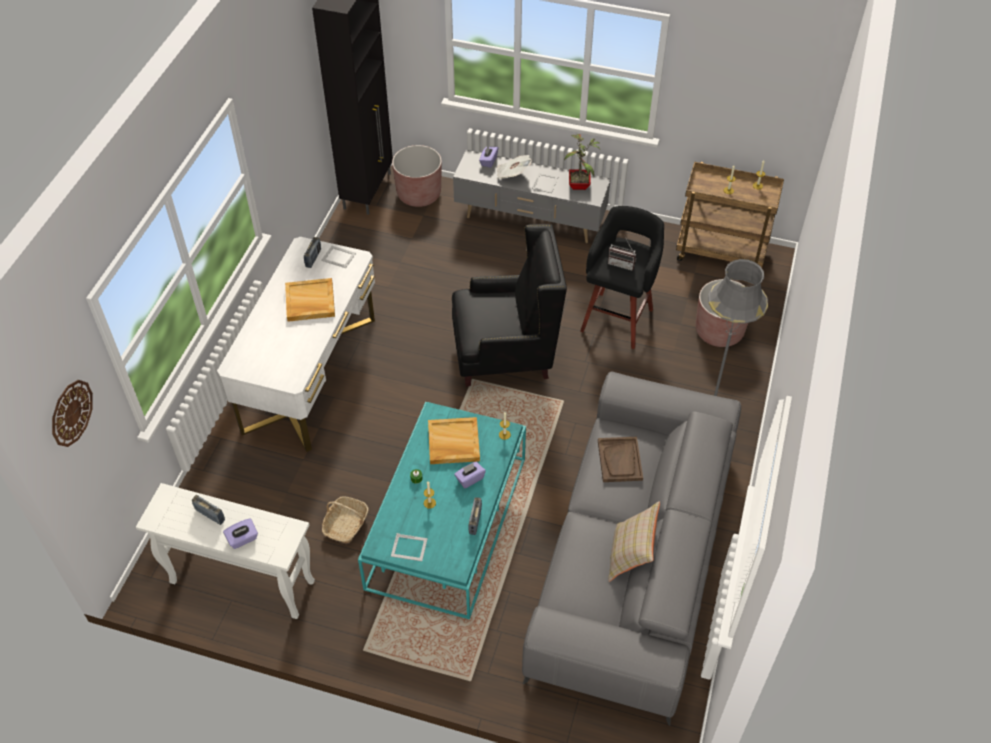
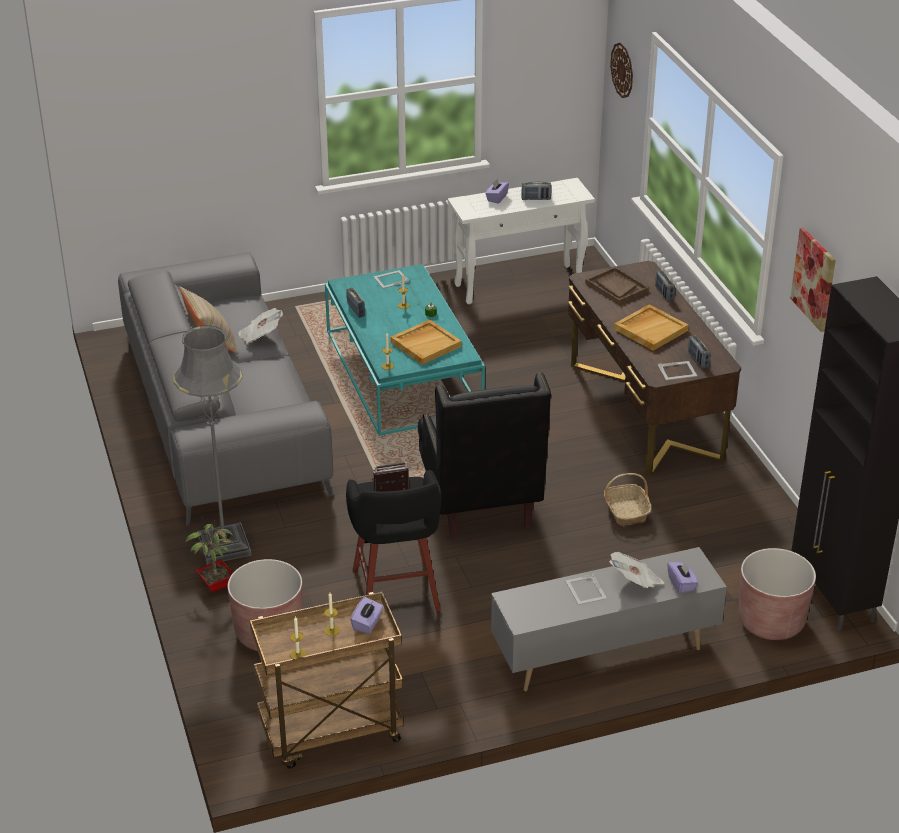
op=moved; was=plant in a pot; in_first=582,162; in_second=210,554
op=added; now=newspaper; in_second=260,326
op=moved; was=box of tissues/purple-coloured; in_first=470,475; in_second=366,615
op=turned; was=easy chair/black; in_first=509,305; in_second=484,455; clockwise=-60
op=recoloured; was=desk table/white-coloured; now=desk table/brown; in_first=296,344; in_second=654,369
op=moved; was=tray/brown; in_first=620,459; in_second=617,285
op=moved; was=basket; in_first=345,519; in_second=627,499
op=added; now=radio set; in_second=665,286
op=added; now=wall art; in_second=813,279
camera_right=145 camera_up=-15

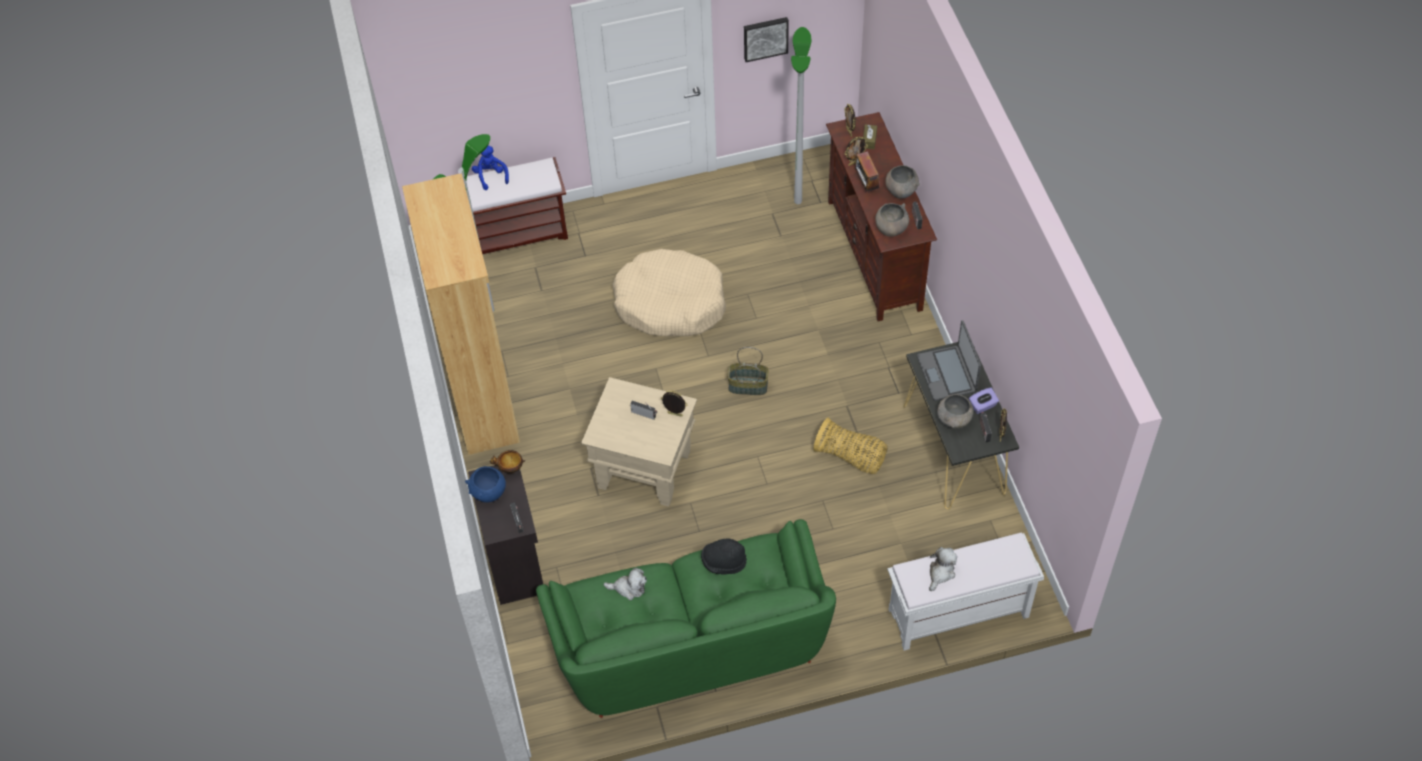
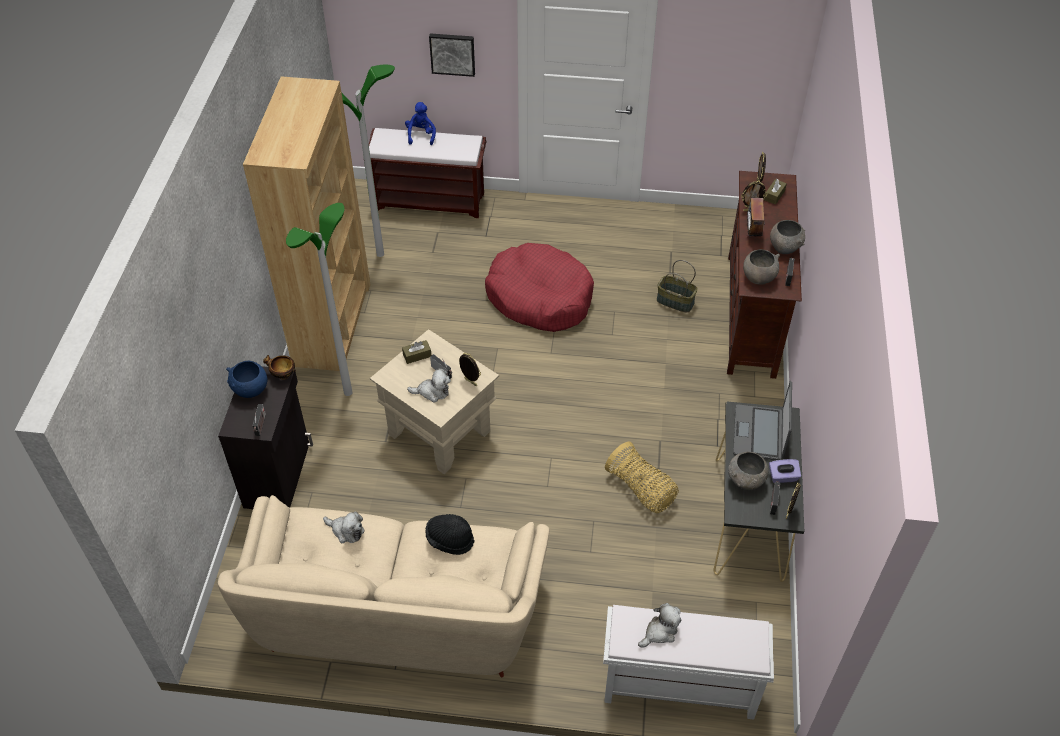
op=recoloured; was=settee/green-coloured; now=settee/beige-coloured; in_first=686,618; in_second=383,586
op=moved; was=standing lamp; in_first=801,115; in_second=319,299
op=added; now=box of tissues/brown; in_second=416,352
op=added; now=cuddly toy; in_second=429,385
op=moved; was=wall art; in_first=766,39; in_second=452,55
op=recoloured; was=pet bed/beige-coloured; now=pet bed/red; in_first=669,292; in_second=539,287
op=moved; was=basket; in_first=748,371; in_second=677,286
camera_right=20 camera_up=-5

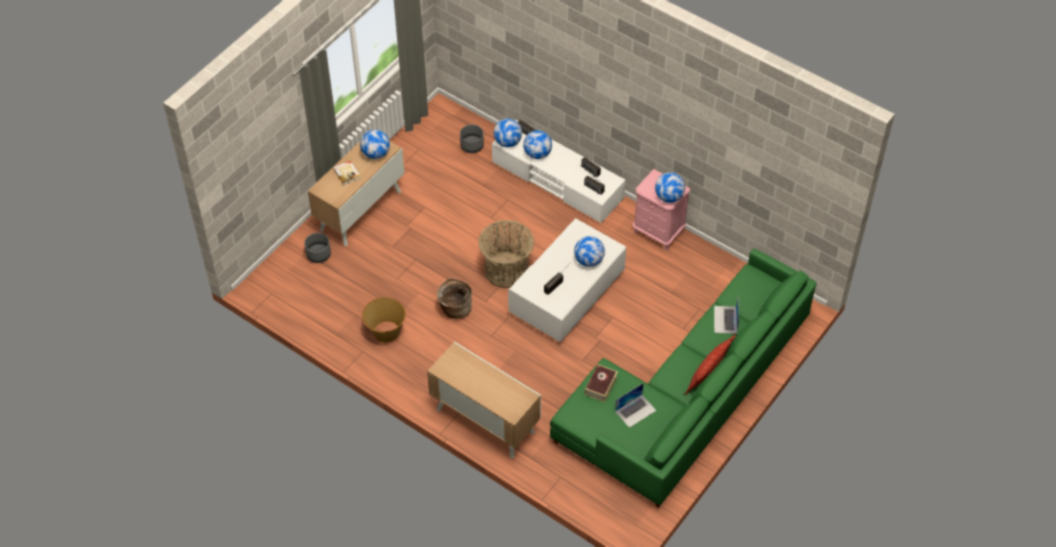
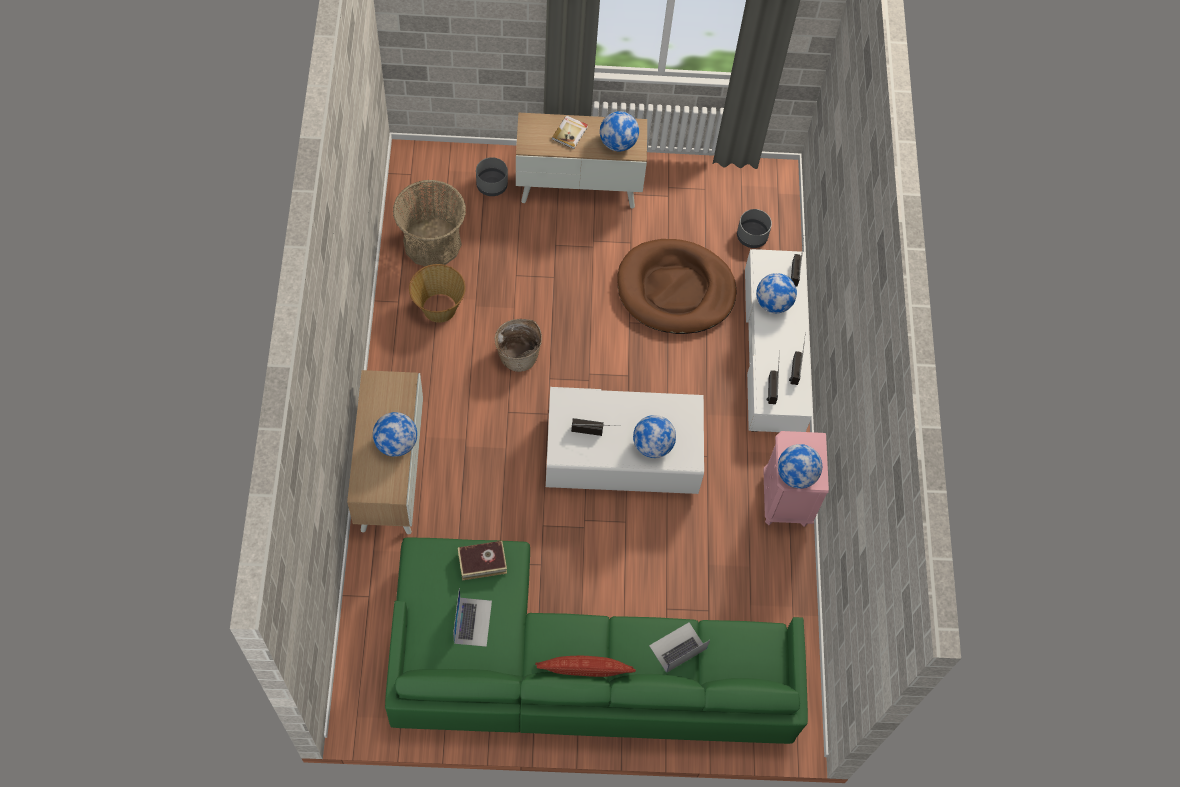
op=moved; was=globe; in_first=508,132; in_second=395,434
op=moved; was=basket; in_first=506,254; in_second=429,223
op=turned; was=portable computer; in_first=636,405; in_second=472,617; clockwise=-105
op=added; now=pet bed/brown; in_second=677,286
camera_right=50 camera_up=10

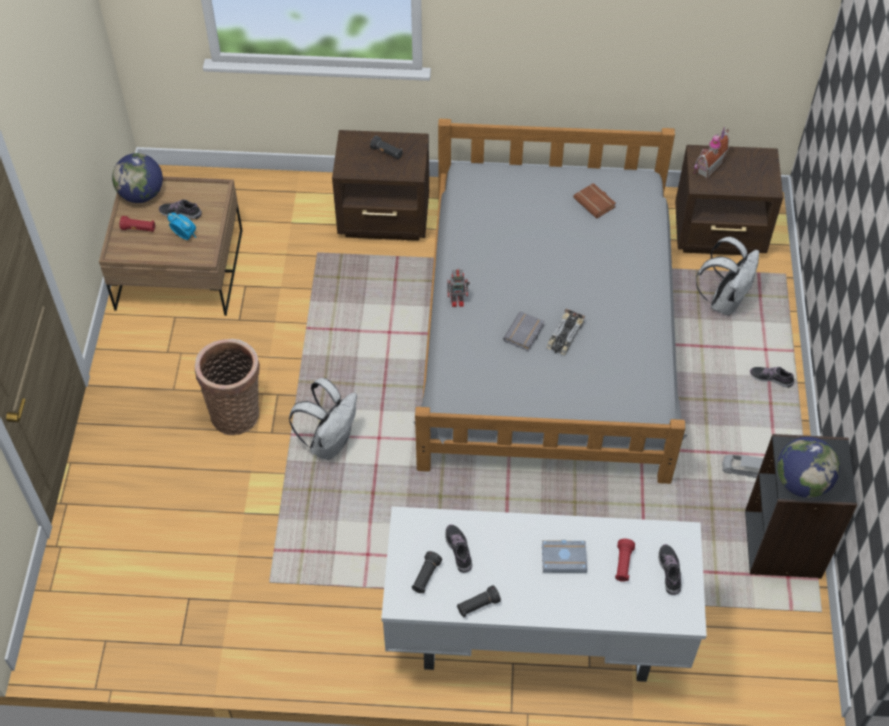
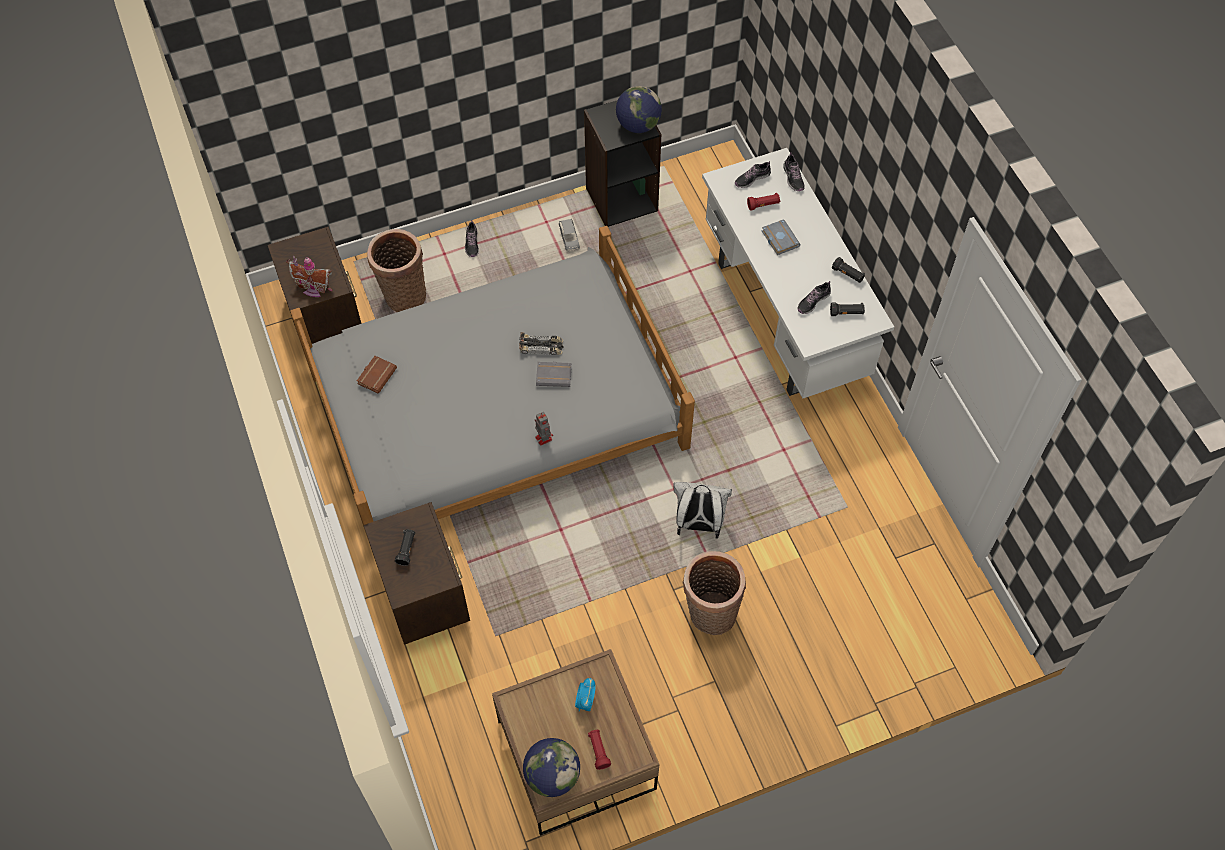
op=replaced; was=knapsack/white-coloured; now=basket; in_first=727,276; in_second=396,270
op=moved; was=item of footwear; in_first=180,209; in_second=794,172
camera_right=-115 camera_up=5

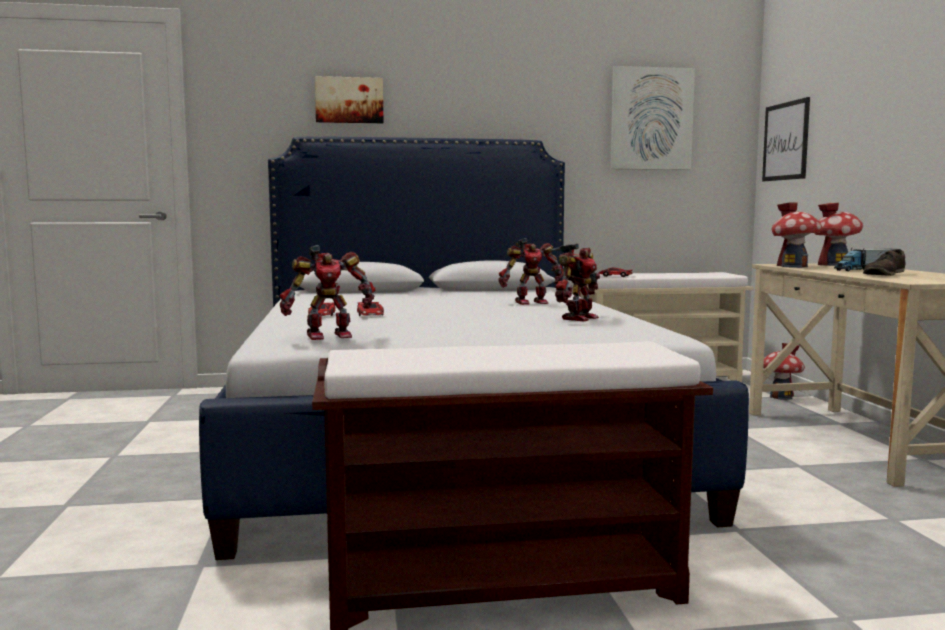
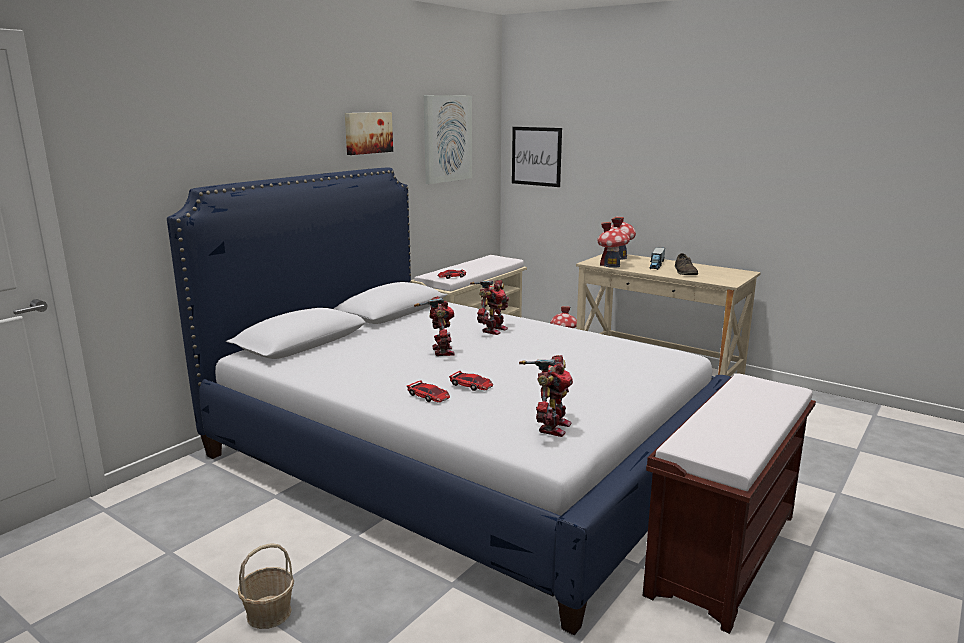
op=added; now=basket; in_second=266,586
op=moved; was=wall art; in_first=349,99; in_second=369,133
op=moved; was=robot figure; in_first=572,282; in_second=434,326
camera_right=-45 camera_up=10

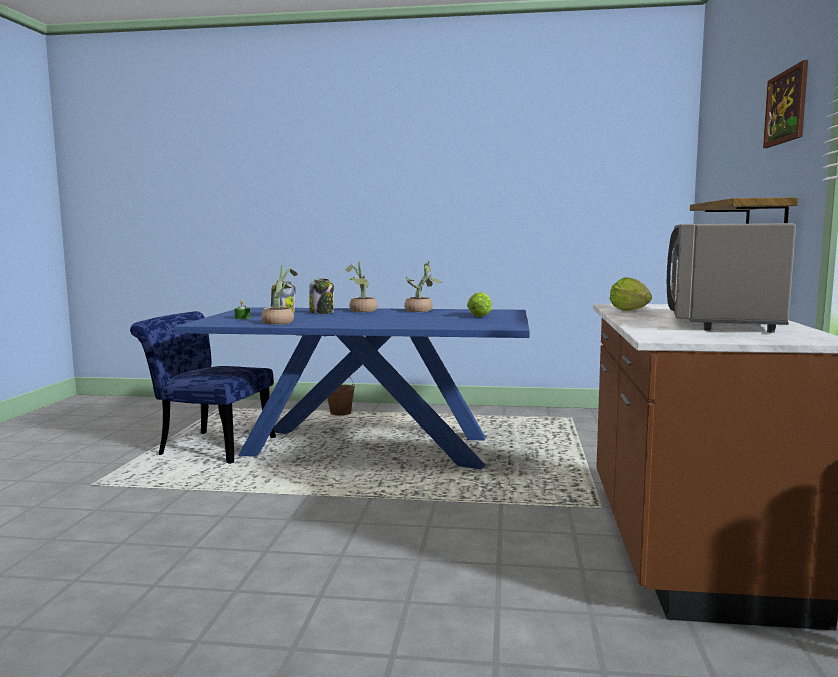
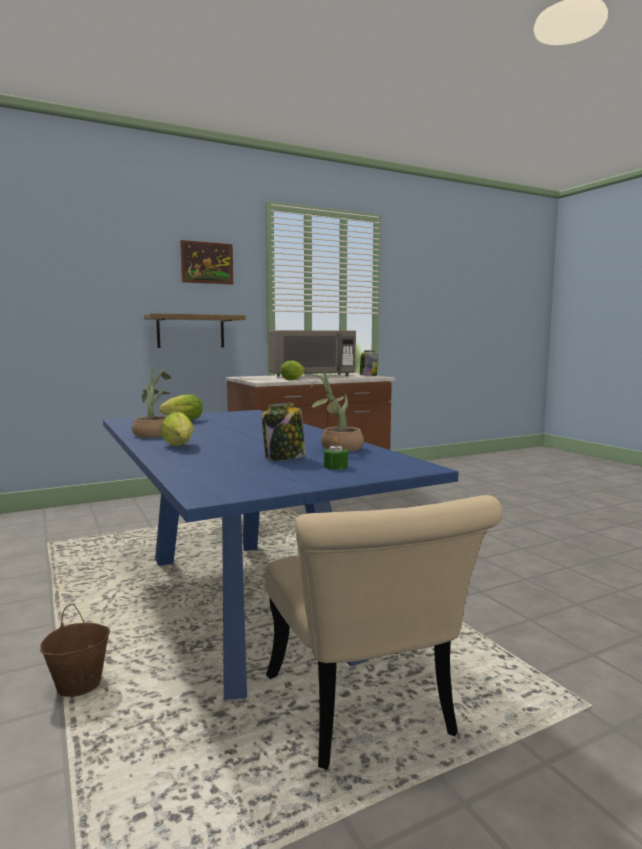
op=replaced; was=plant in a pot; now=lettuce; in_first=361,286; in_second=177,429
op=recoloured; was=upright chair/blue-coloured; now=upright chair/beige-coloured; in_first=203,387; in_second=383,632
op=moved; was=jar; in_first=321,296; in_second=369,363
camera_right=-125 camera_up=0

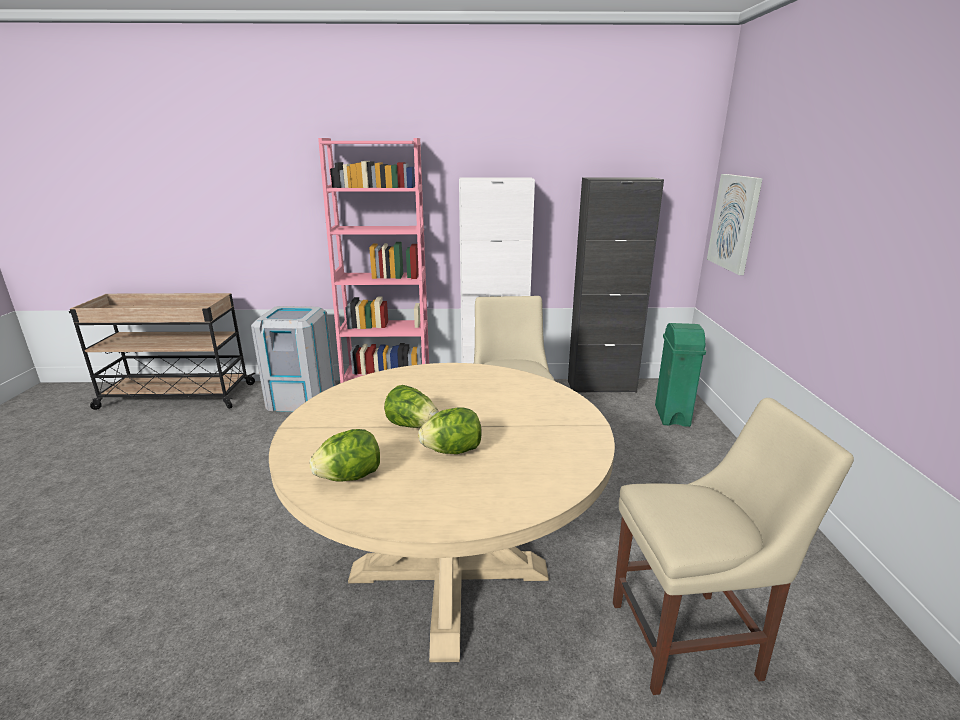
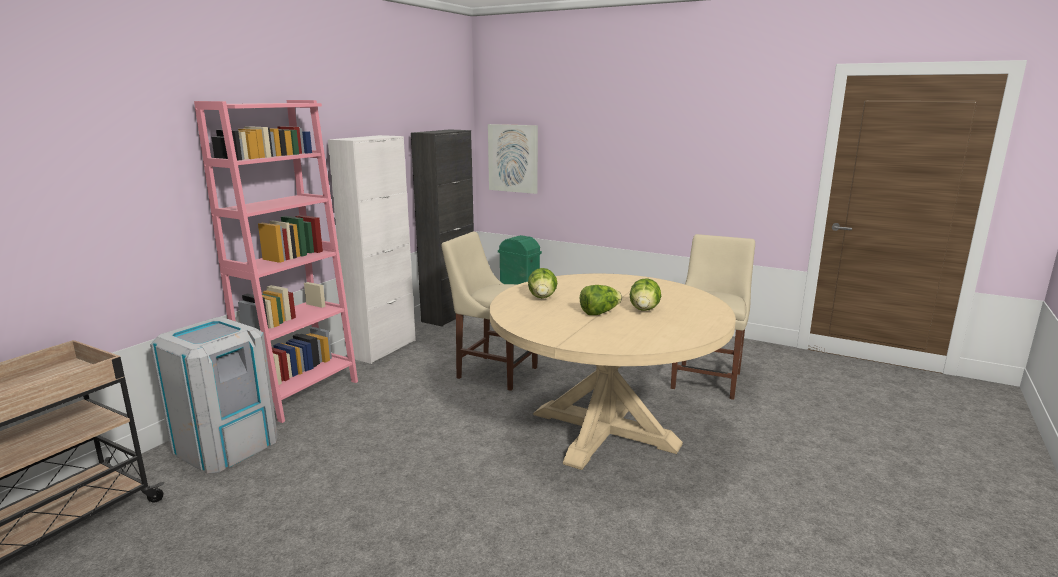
op=moved; was=lettuce; in_first=345,455; in_second=542,283
camera_right=-60 camera_up=-5

